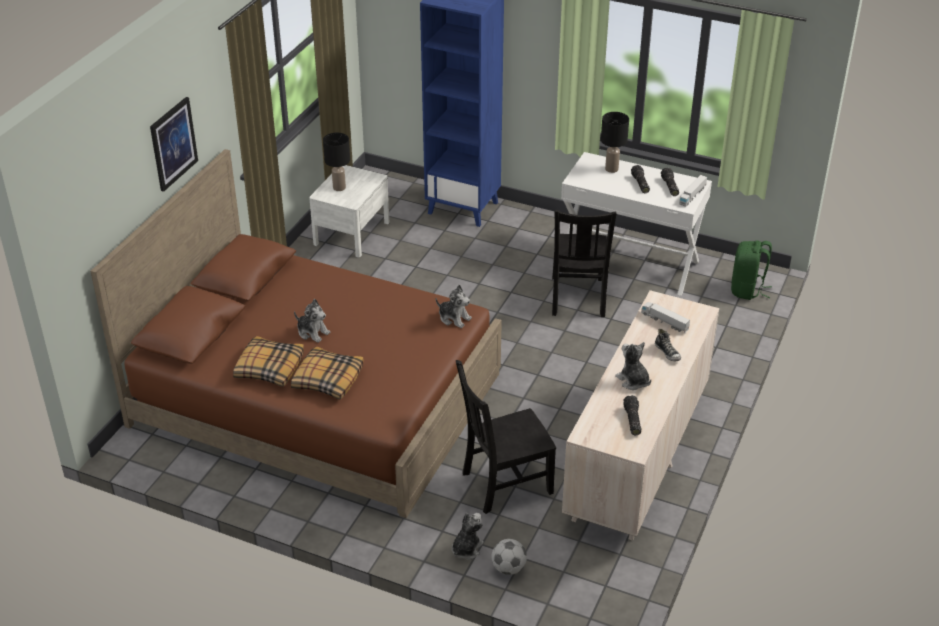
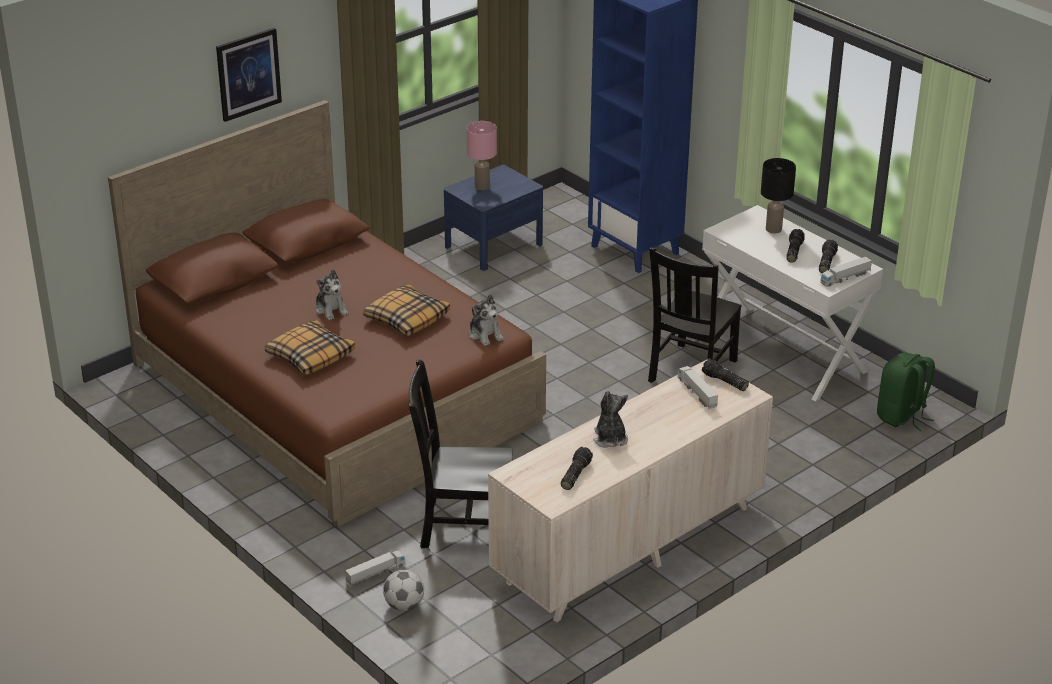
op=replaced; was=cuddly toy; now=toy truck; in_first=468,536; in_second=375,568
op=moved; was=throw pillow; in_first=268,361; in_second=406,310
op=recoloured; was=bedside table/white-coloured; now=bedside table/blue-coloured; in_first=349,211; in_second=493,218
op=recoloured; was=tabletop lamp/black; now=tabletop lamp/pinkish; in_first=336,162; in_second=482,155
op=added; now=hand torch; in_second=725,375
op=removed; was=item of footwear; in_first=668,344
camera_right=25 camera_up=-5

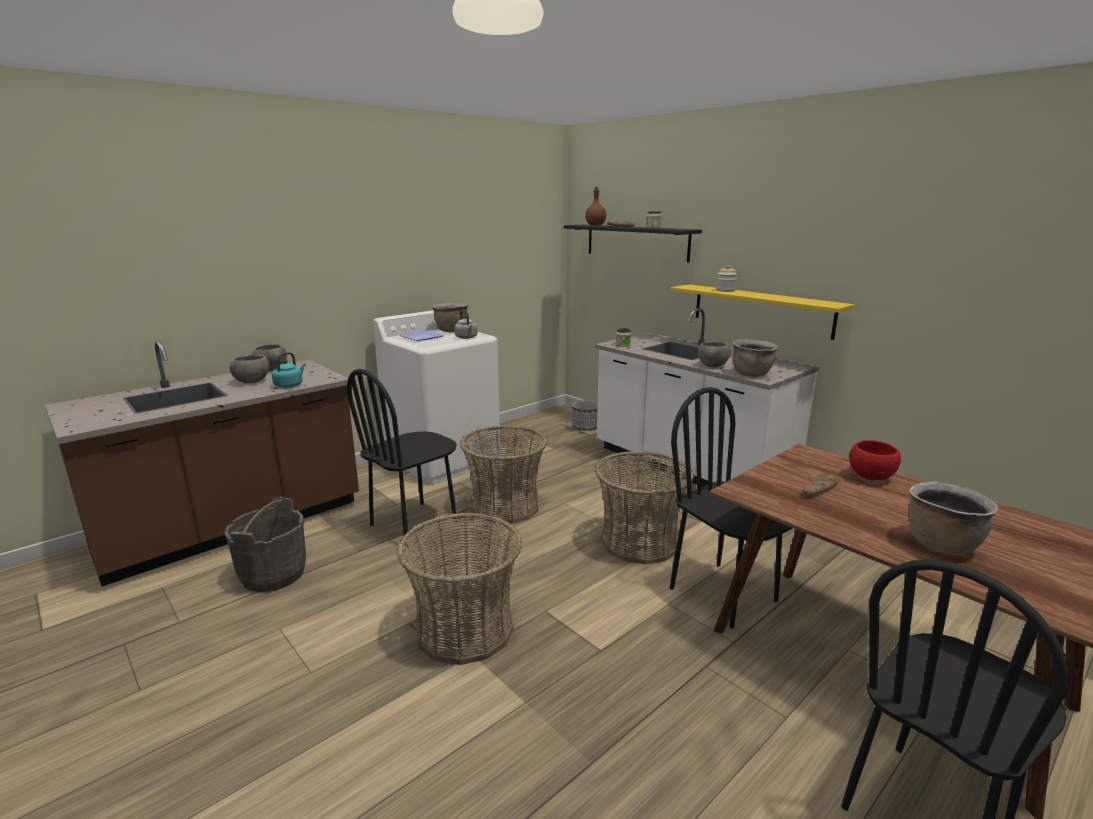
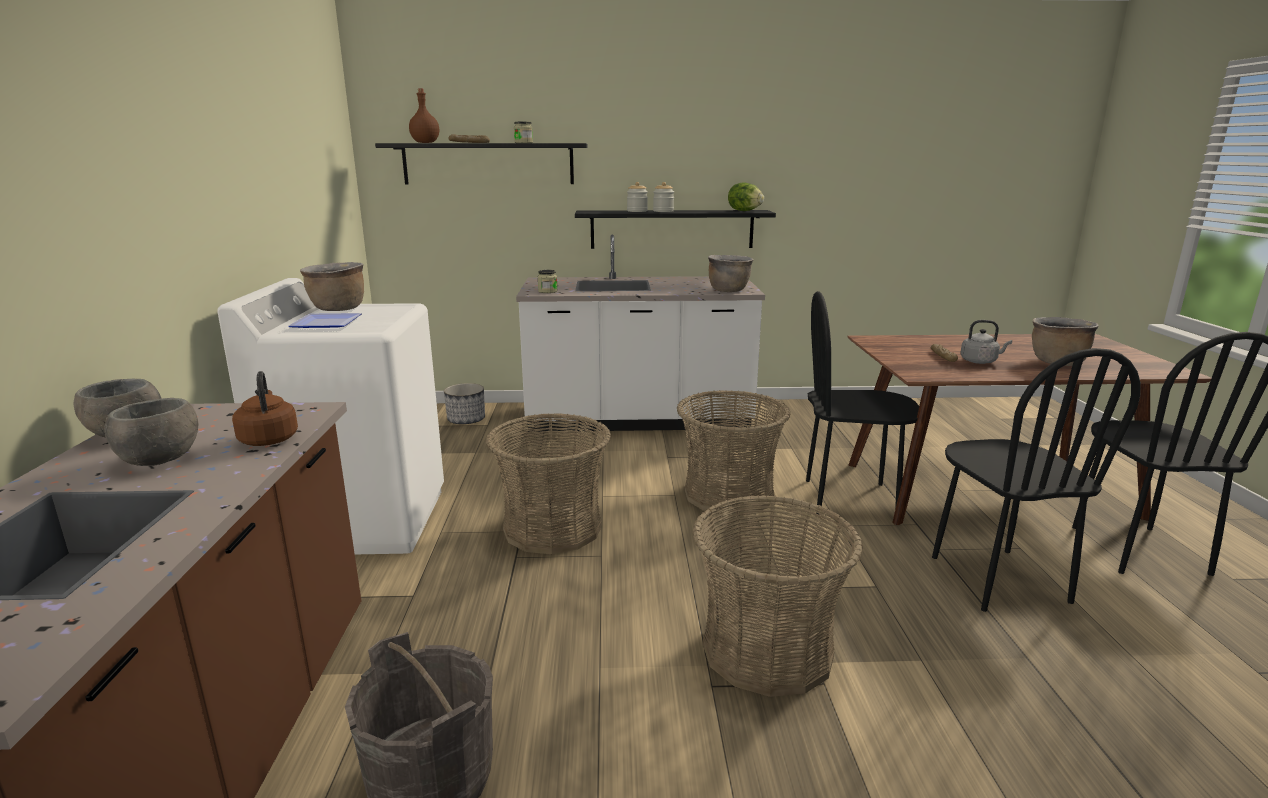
op=recoloured; was=water kettle/turquoise-coloured; now=water kettle/brown; in_first=289,370; in_second=265,408
op=recoloured; was=bracket shelf/yellowish; now=bracket shelf/black; in_first=762,312; in_second=675,229
op=added; now=jar; in_second=663,197
op=added; now=lettuce; in_second=746,197
op=moved; was=upright chair/black; in_first=402,458; in_second=1036,480
op=moved; was=water kettle/gray; in_first=466,324; in_second=986,342
op=removed; was=serving bowl/gray; in_first=714,354
op=removed; was=serving bowl/red; in_first=875,460
camera_right=-50 camera_up=0

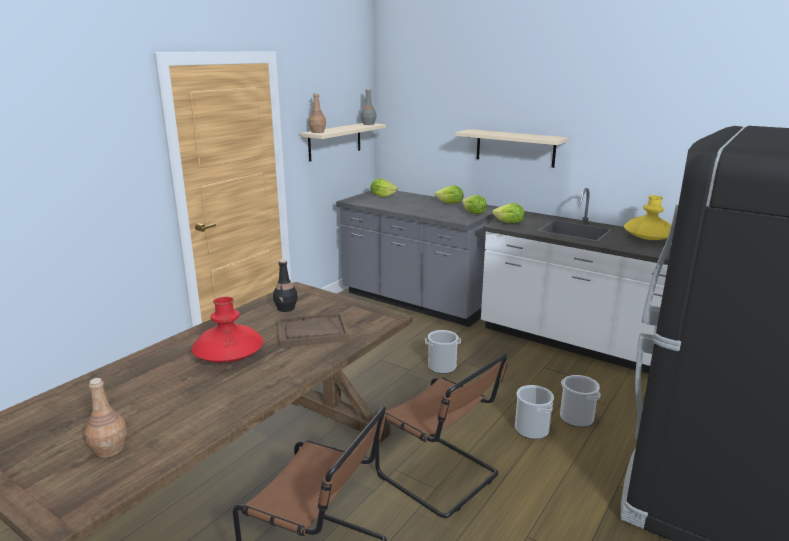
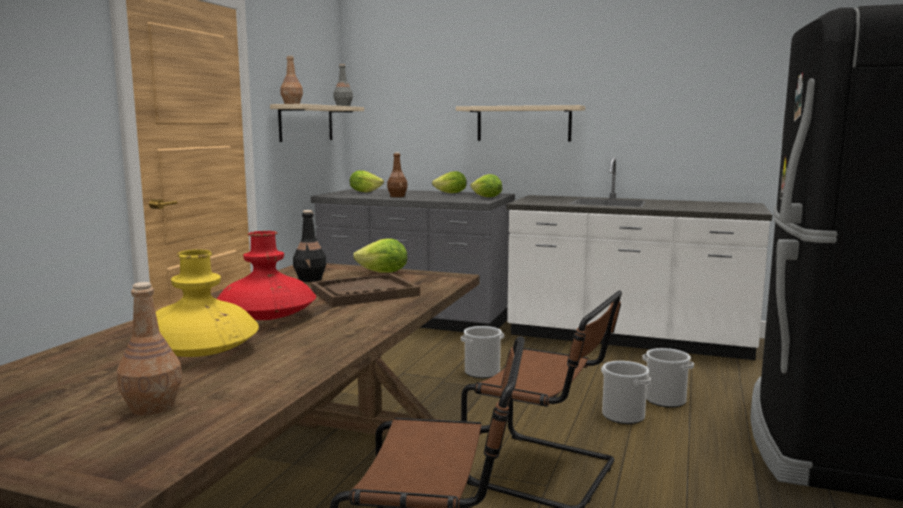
op=moved; was=vase/yellowish; in_first=647,217; in_second=207,303
op=moved; was=lettuce; in_first=508,213; in_second=380,255
op=added; now=drink bottle/brown; in_second=397,174
camera_right=-15 camera_up=-10

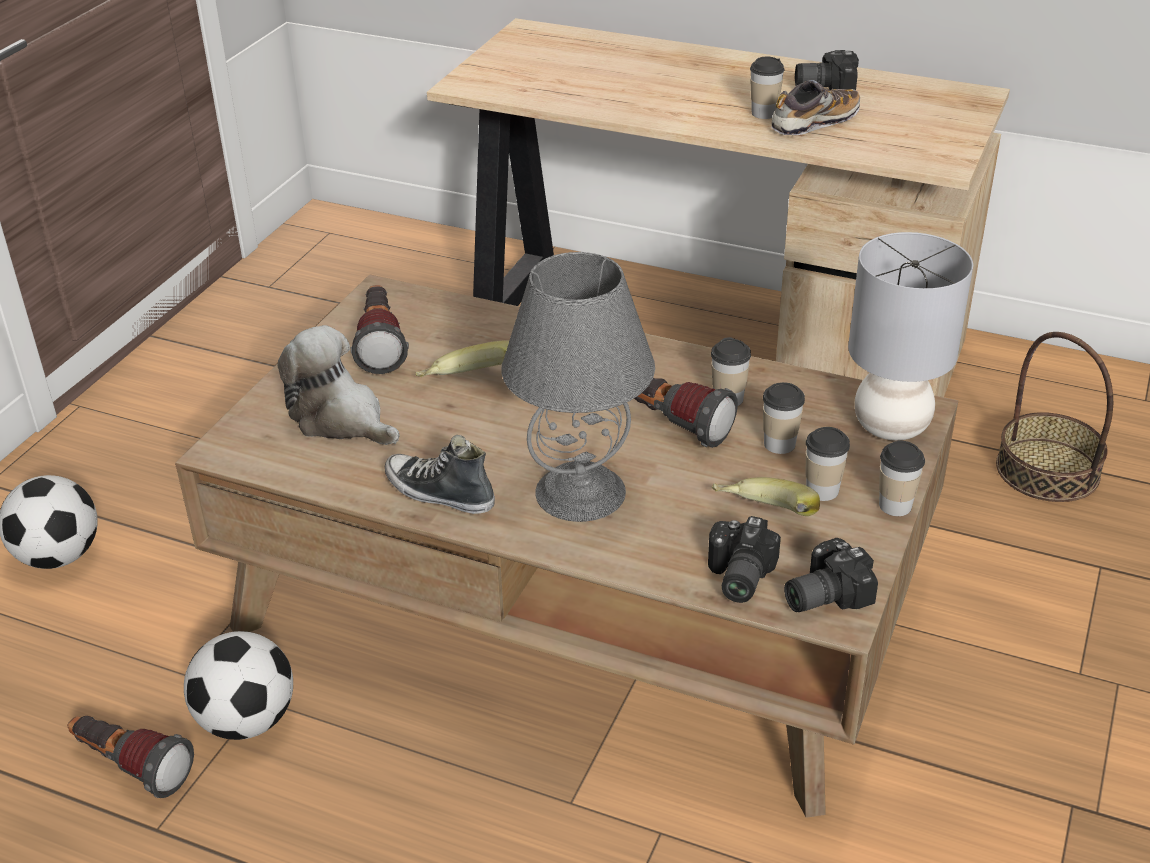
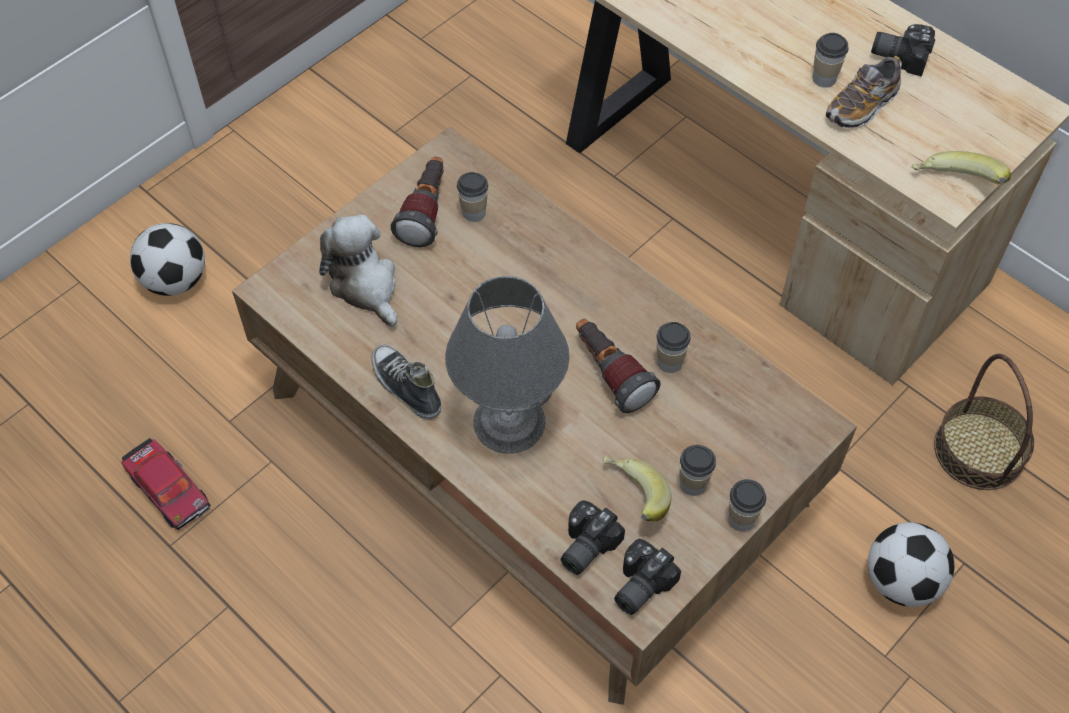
op=replaced; was=hand torch; now=toy car; in_first=131,757; in_second=166,484
op=moved; was=drinking cup; in_first=784,418; in_second=472,197
op=turned; was=still camera; in_first=831,575; in_second=647,577; clockwise=-45
op=turned; was=item of footwear; in_first=815,107; in_second=863,92; clockwise=150
op=moved; was=football; in_first=238,685; in_second=911,564
op=moved; was=banana; in_first=462,359; in_second=961,167
op=removed; was=tabletop lamp/gray; in_first=910,336
camera_right=20 camera_up=20

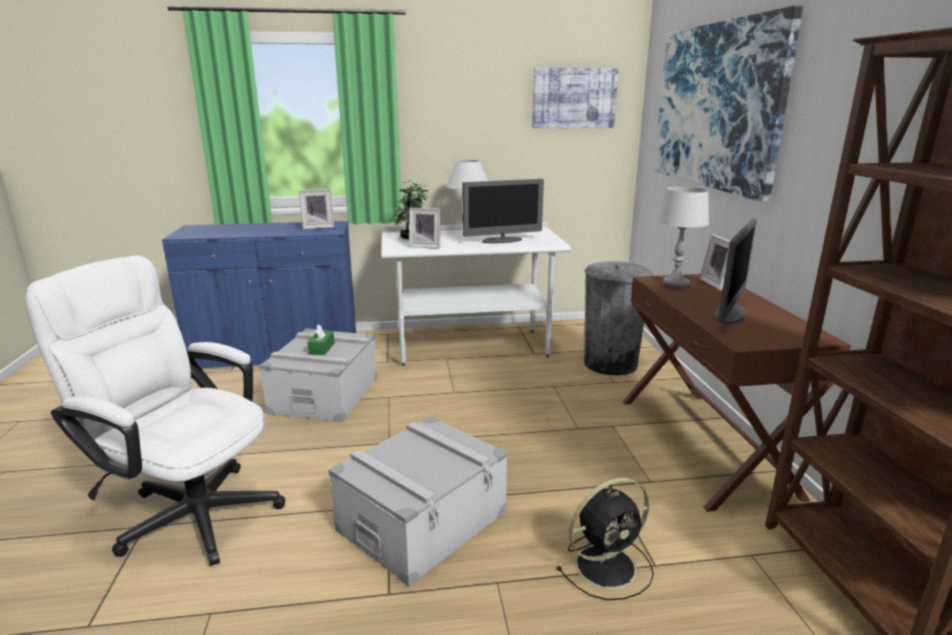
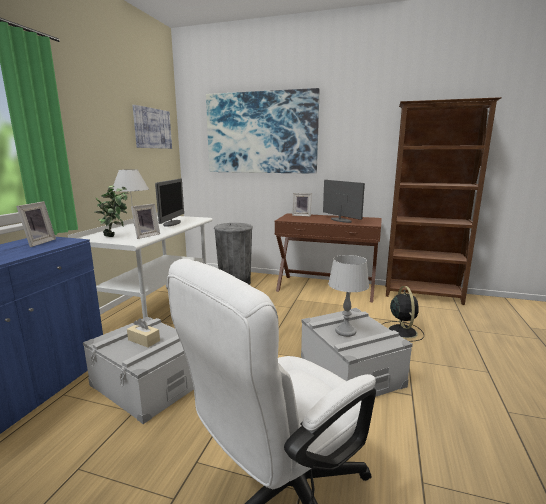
op=recoloured; was=box of tissues/green-coloured; now=box of tissues/beige-coloured; in_first=321,339; in_second=143,333
op=moved; was=tabletop lamp/gray; in_first=683,237; in_second=348,296
camera_right=-65 camera_up=-5

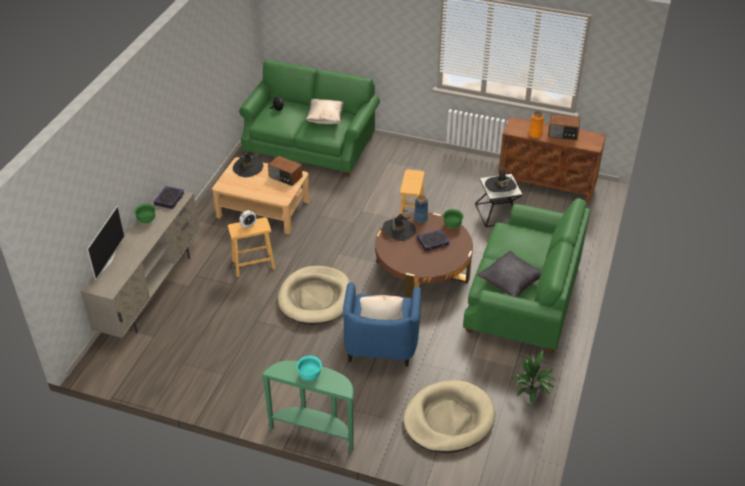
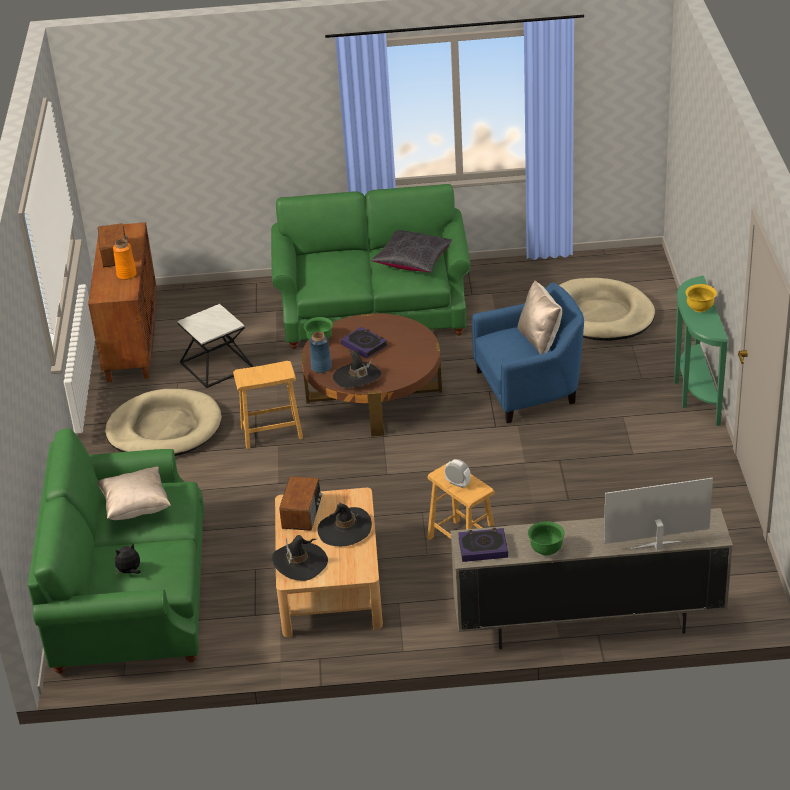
op=moved; was=pet bed/beige-coloured; in_first=314,295; in_second=163,422
op=moved; was=clothing hat/black; in_first=501,180; in_second=345,523
op=recoloured; was=serving bowl/turquoise-coloured; now=serving bowl/yellowish; in_first=309,368; in_second=701,298
op=removed; was=plant in a pot; in_first=533,377
camera_right=-110 camera_up=-5

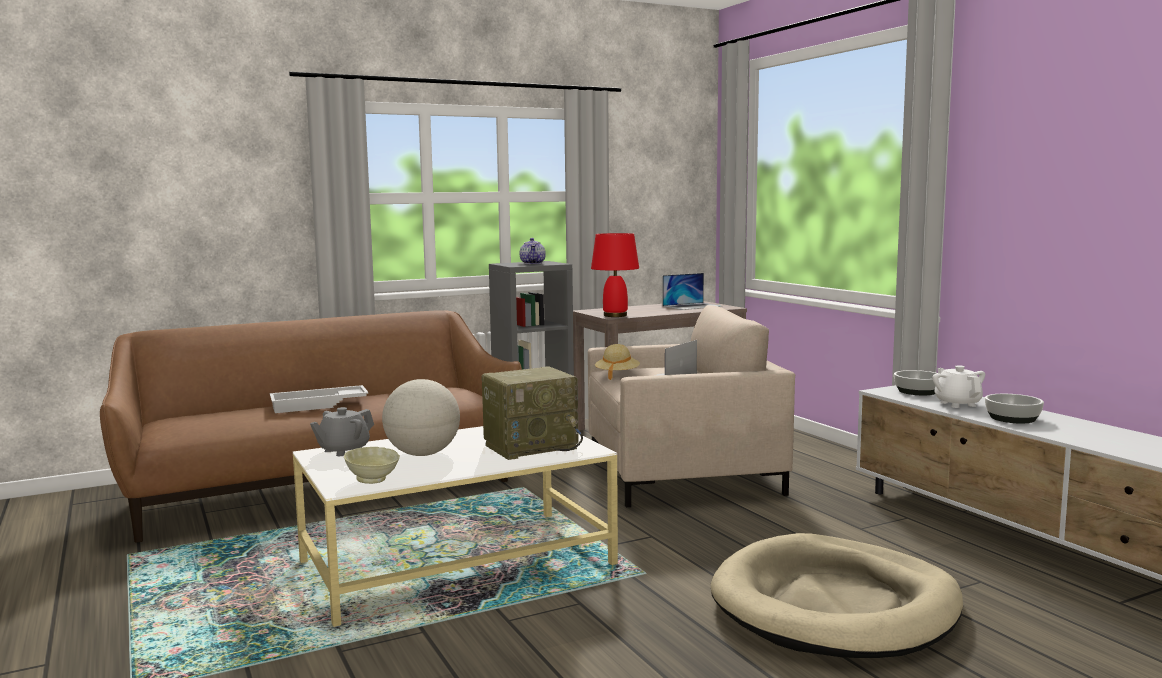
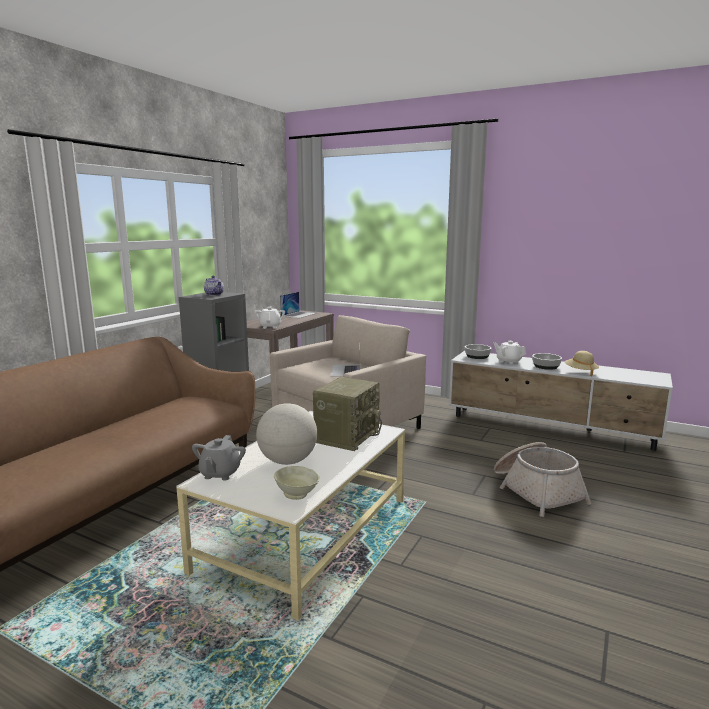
op=replaced; was=tabletop lamp/red; now=teapot/white-coloured; in_first=615,275; in_second=269,318
op=replaced; was=pet bed/beige-coloured; now=basket; in_first=837,595; in_second=542,479
op=moved; was=clothing hat/beige-coloured; in_first=617,362; in_second=582,363
op=removed; was=tray/white-coloured; in_first=319,399
camera_right=-35 camera_up=5

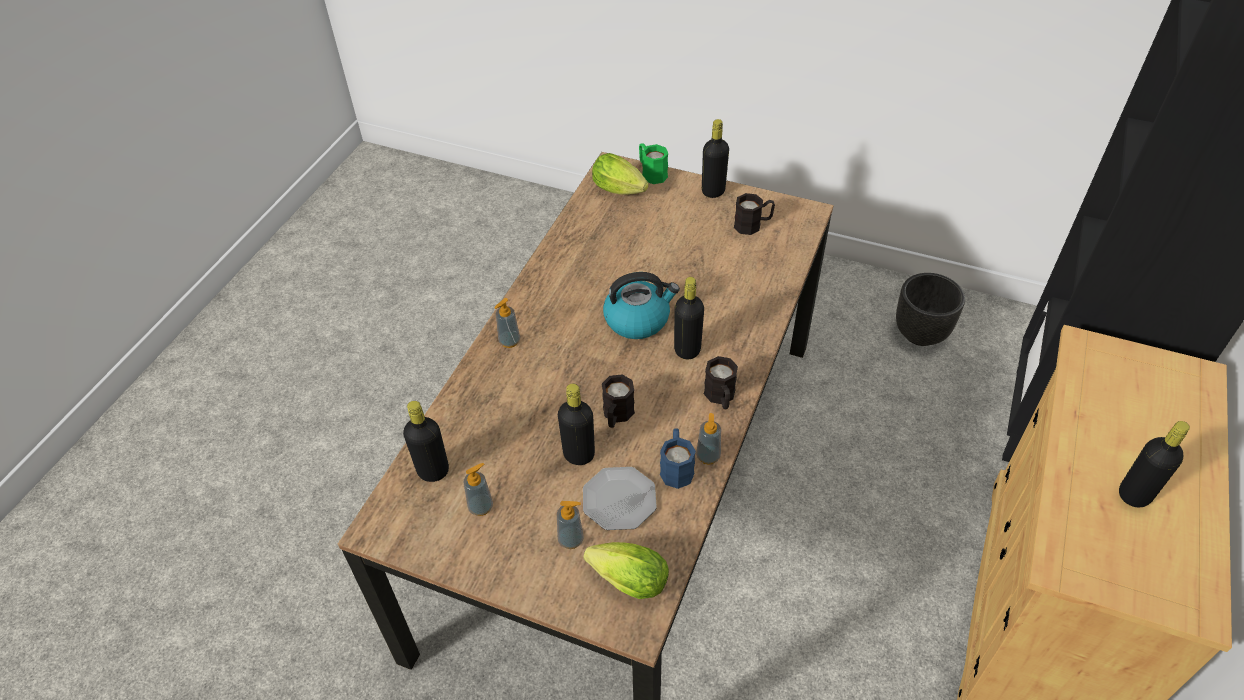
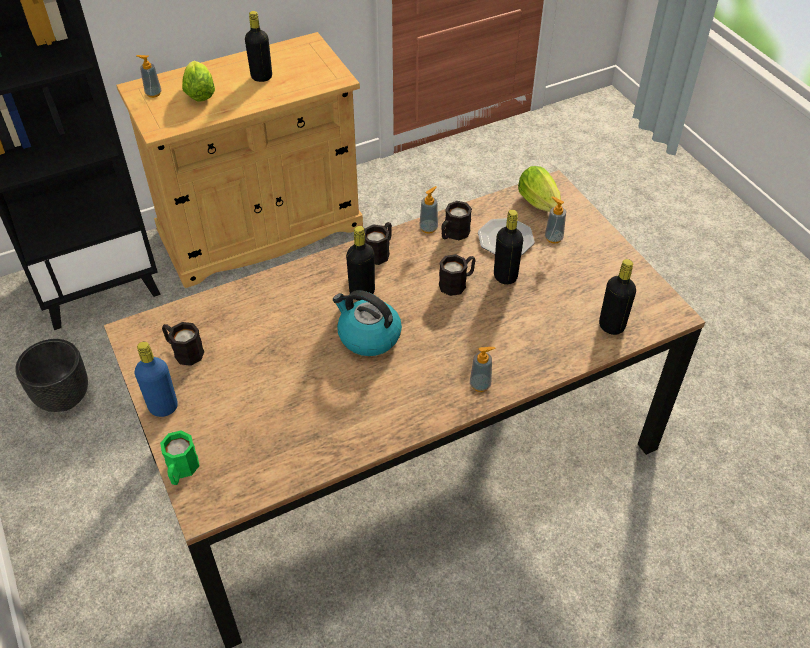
op=recoloured; was=drink bottle/black; now=drink bottle/blue-coloured; in_first=715,158; in_second=156,379
op=moved; was=liquid soap bottle; in_first=478,489; in_second=148,76
op=moved; was=lettuce; in_first=620,174; in_second=198,81
op=recoloured; was=mug/blue-coloured; now=mug/black; in_first=678,458; in_second=456,220
camera_right=-140 camera_up=0

